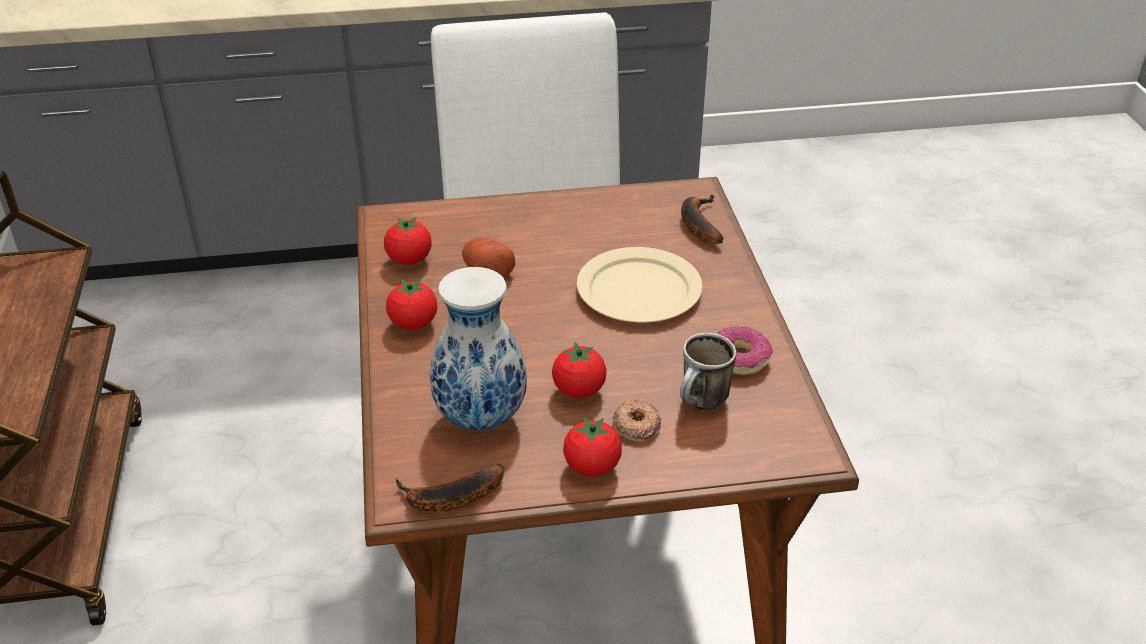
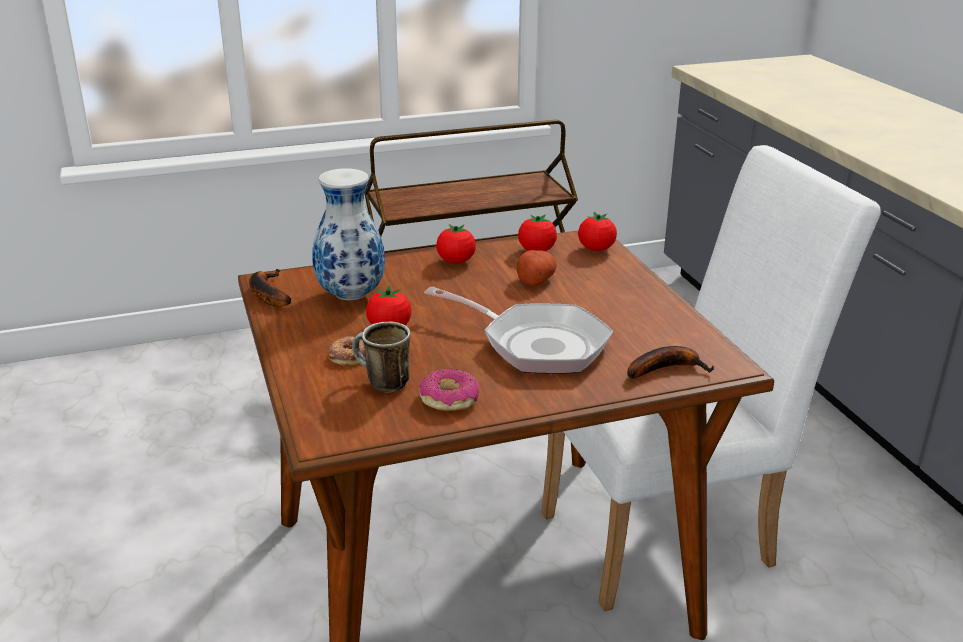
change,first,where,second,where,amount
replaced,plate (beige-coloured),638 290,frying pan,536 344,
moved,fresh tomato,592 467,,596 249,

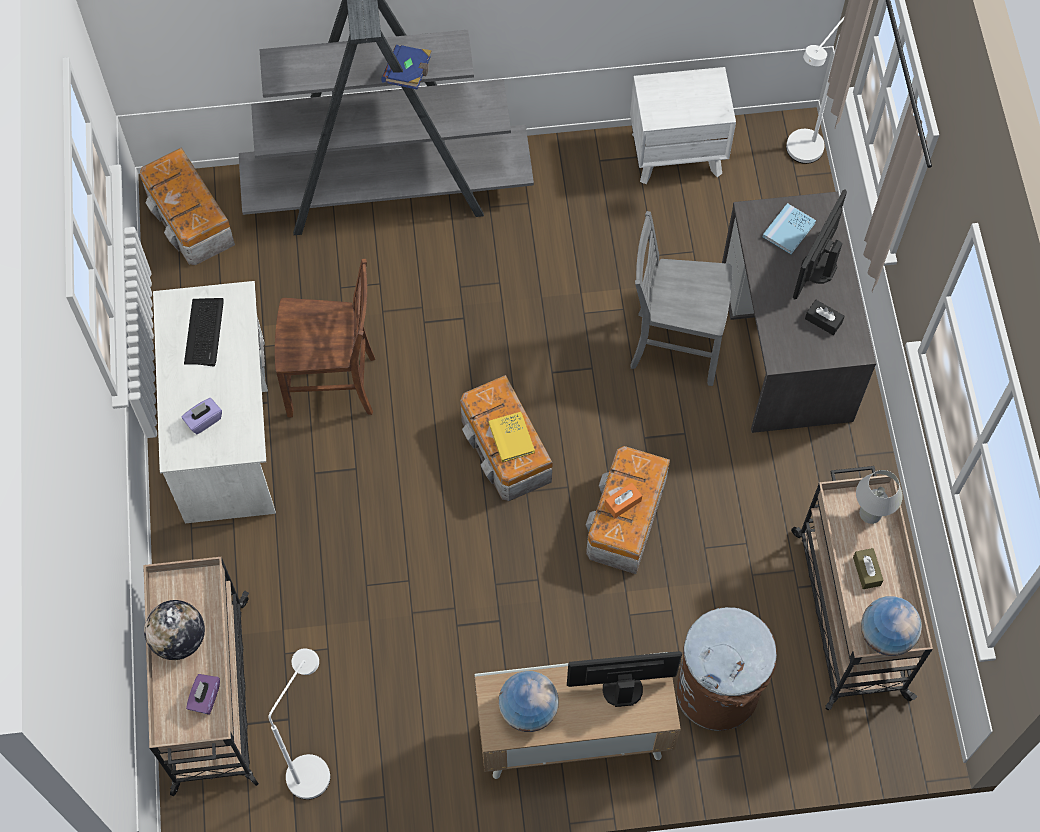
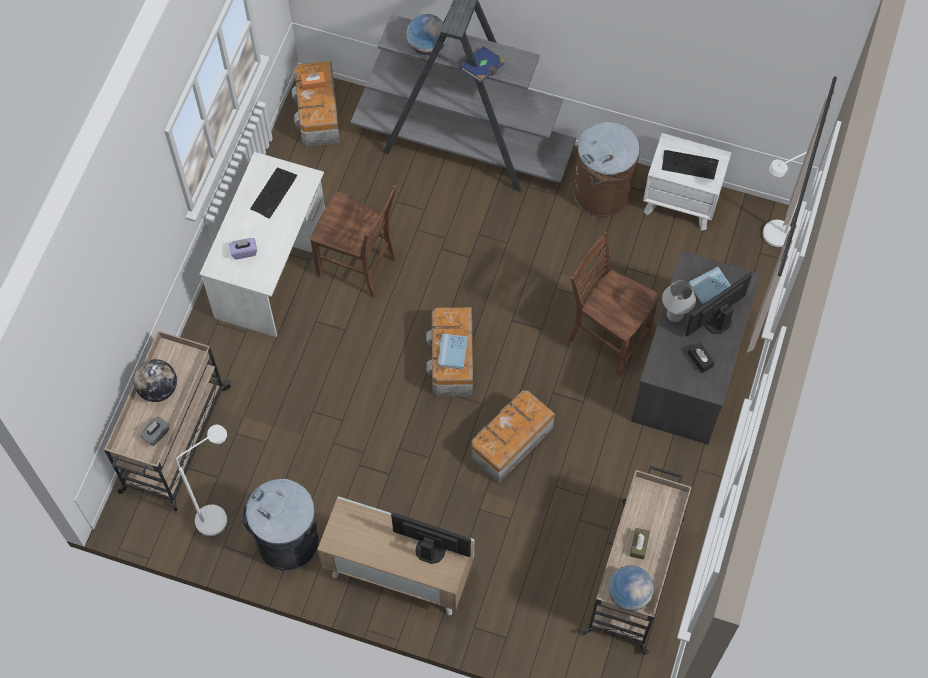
change,first,where,second,where,amount
recoloured,tissue box (purple),205 698,tissue box (grey),156 434,
added,,,trash can (grey),287 542,
moved,tissue box (orangey),623 503,,313 83,
moved,desk globe,528 709,,427 46,
recoloured,book (yellow-coloured),511 438,book (blue-coloured),452 352,
recoloured,plain chair (grey),673 345,plain chair (brown),607 337,
moved,trash can (brown),718 691,,602 193,
added,,,PC keyboard,689 165,
moved,table lamp (whitish),870 514,,674 315,

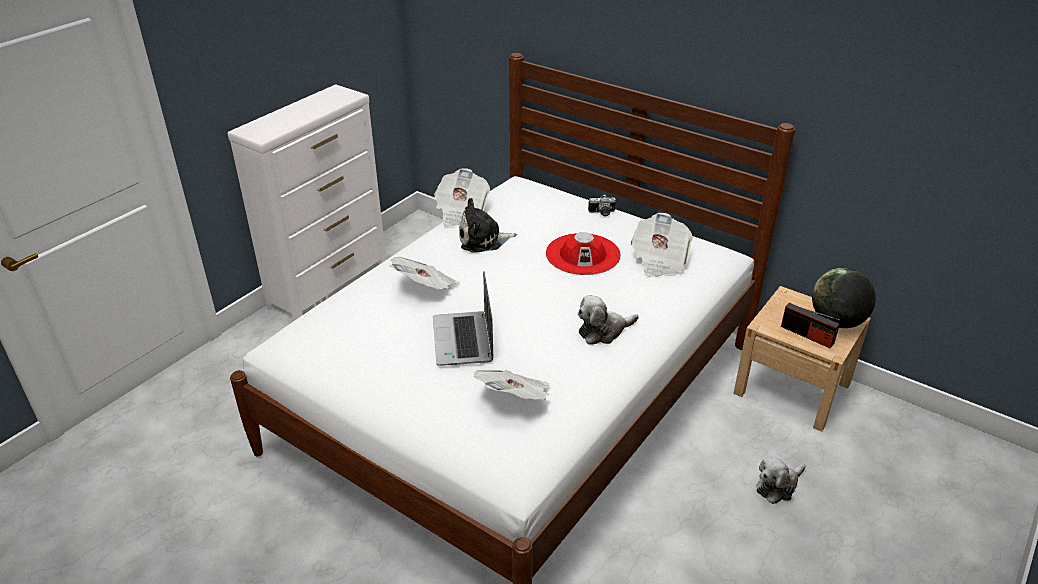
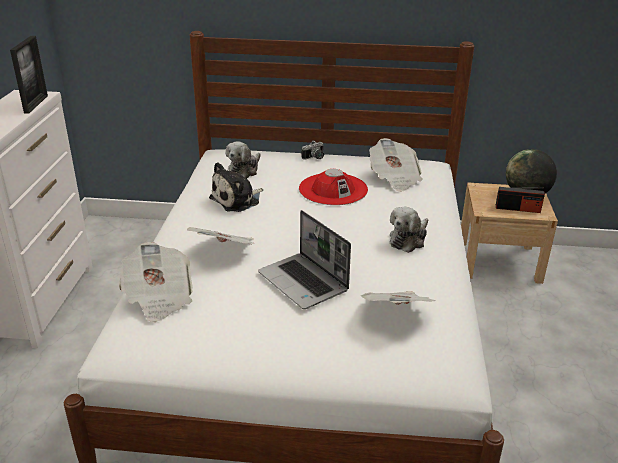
change,first,where,second,where,amount
added,,,picture frame,36 104,
moved,printed paper,461 212,,158 298,
moved,soft toy,778 486,,244 170,

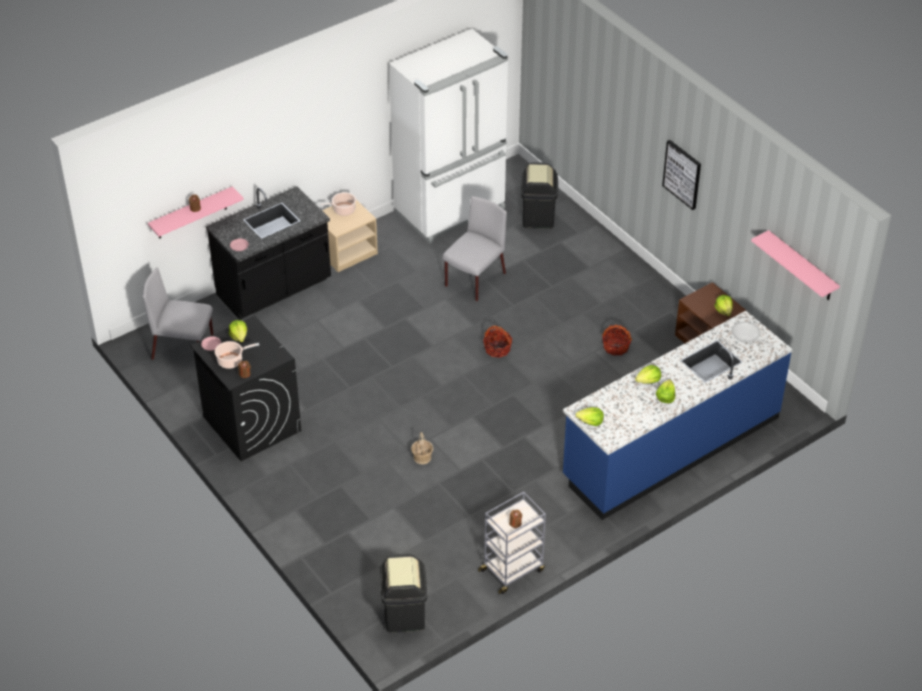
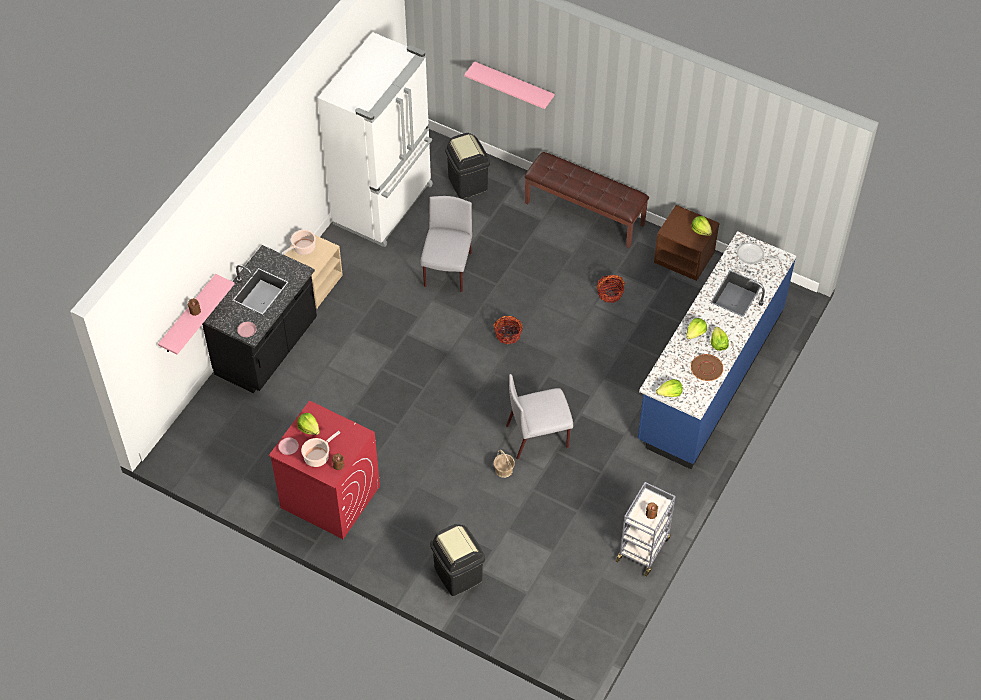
change,first,where,second,where,amount
recoloured,washing machine (black-coloured),251 423,washing machine (red),329 496,
moved,trash can (black-coloured),404 615,,457 574,
moved,bracket shelf (pink-coloured),801 267,,514 85,
moved,plain chair (grey),184 349,,538 436,
added,,,long seat (brown),585 213,
added,,,plate (brown),706 368,
removed,picture,682 174,,,

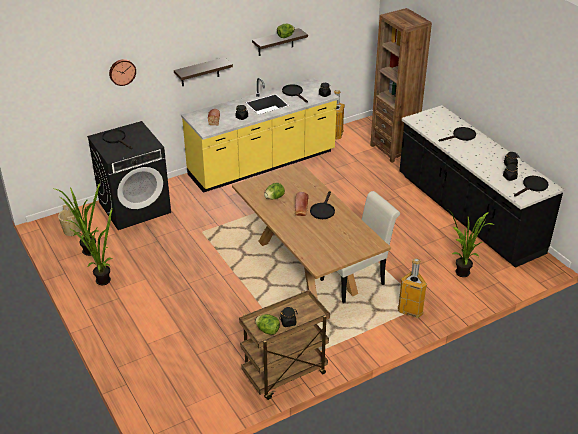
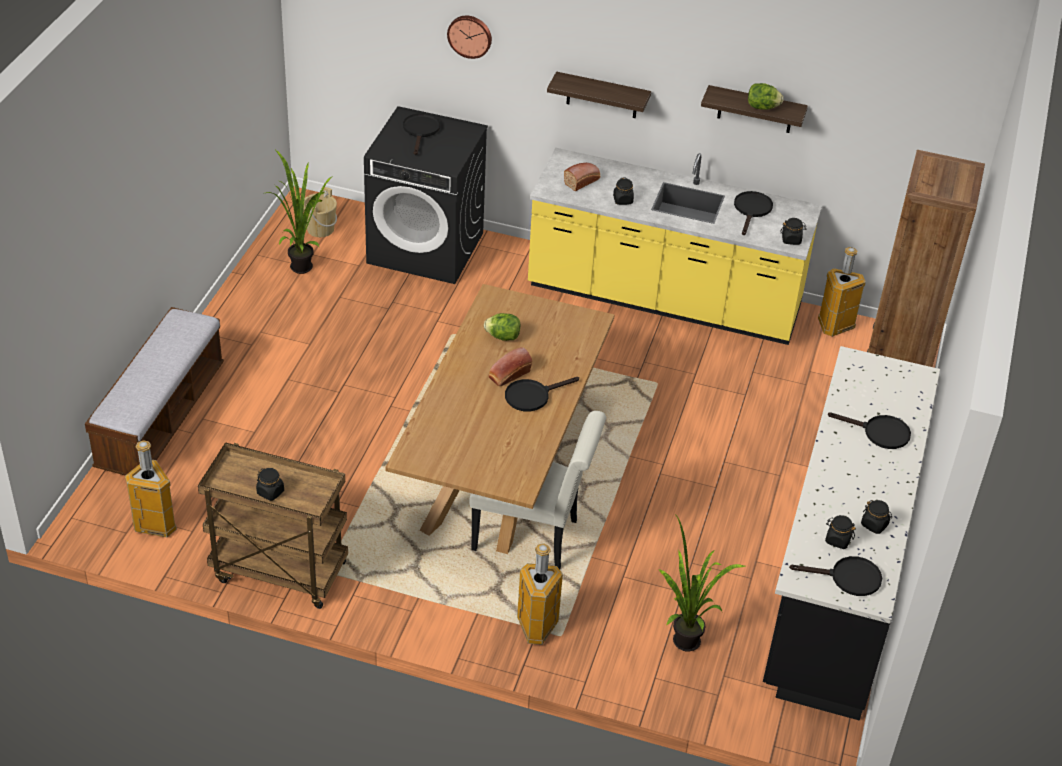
change,first,where,second,where,amount
added,,,long seat,161 417,
added,,,trash can,156 525,
removed,plant in a pot,100 280,,,
removed,lettuce head,267 330,,,

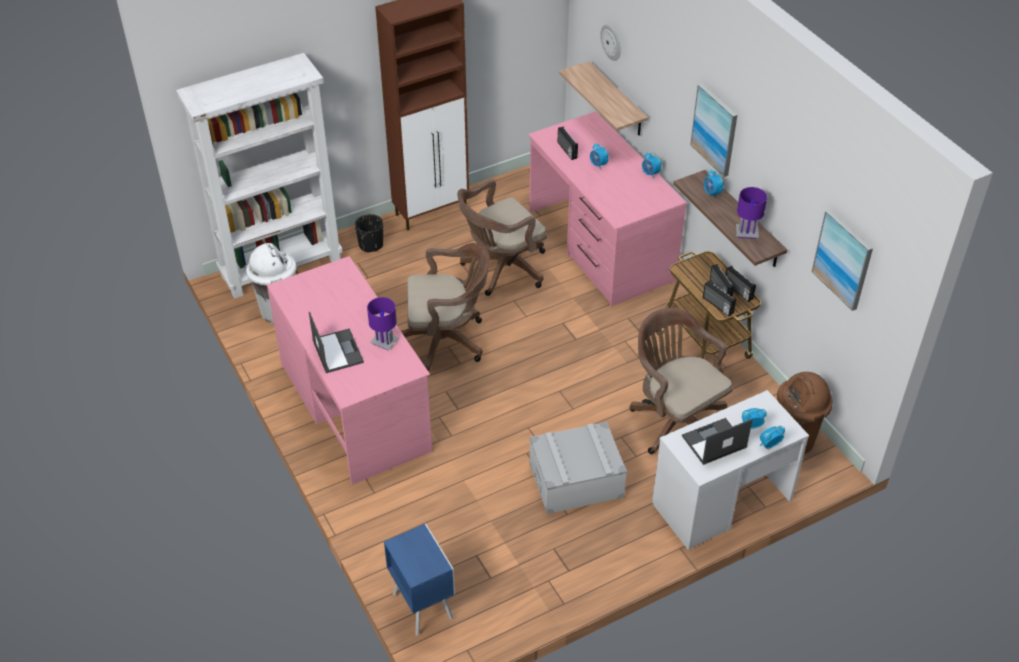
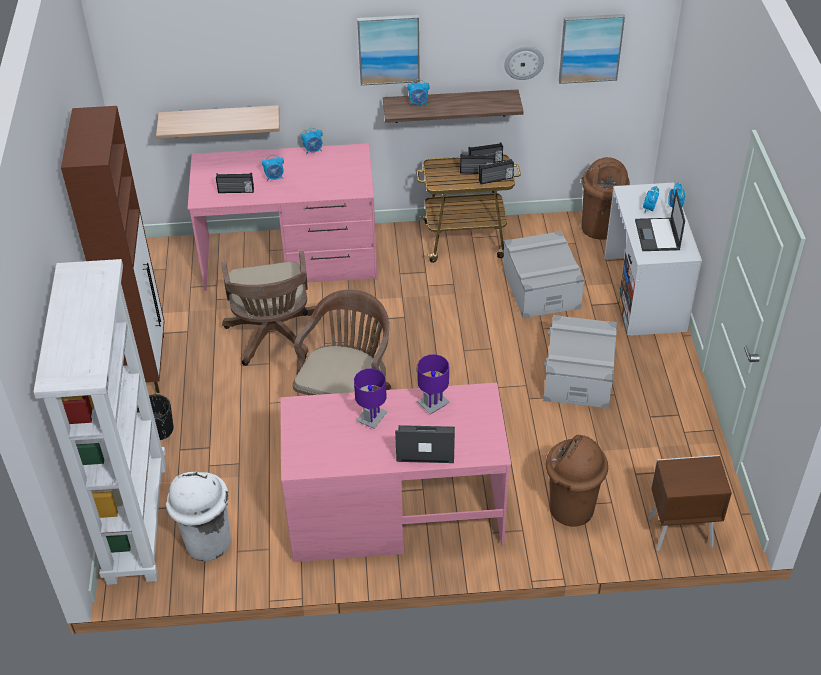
change,first,where,second,where,amount
moved,table lamp (purple),746 233,,371 418,
replaced,desk chair (brown),674 420,storage container (grey),541 288,
moved,wall clock,611 42,,524 62,
added,,,trash can (brown),571 509,
recoloured,bedside table (blue-coloured),423 605,bedside table (brown),678 532,

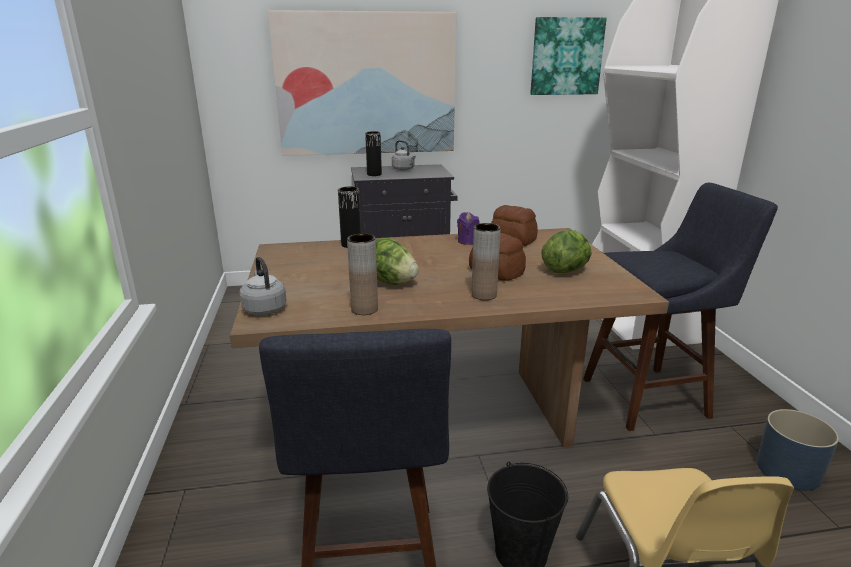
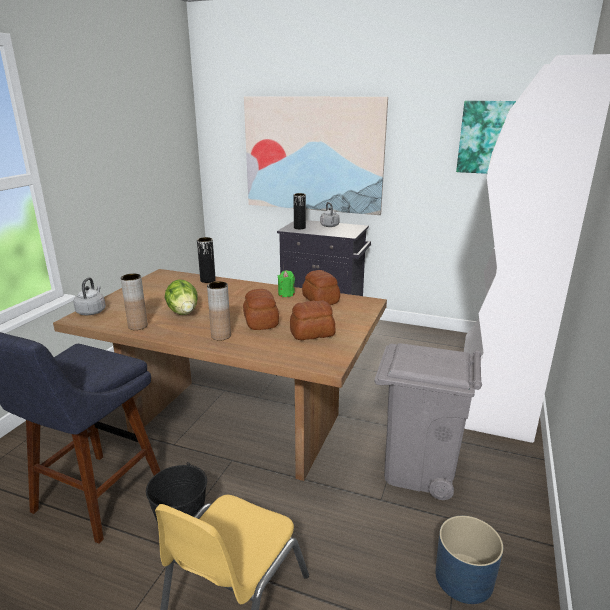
change,first,where,second,where,amount
recoloured,wax candle (purple),467 241,wax candle (green),286 294,
replaced,lettuce head,566 270,bread,311 333,
replaced,stool (blue-coloured),652 396,trash can (grey),418 470,

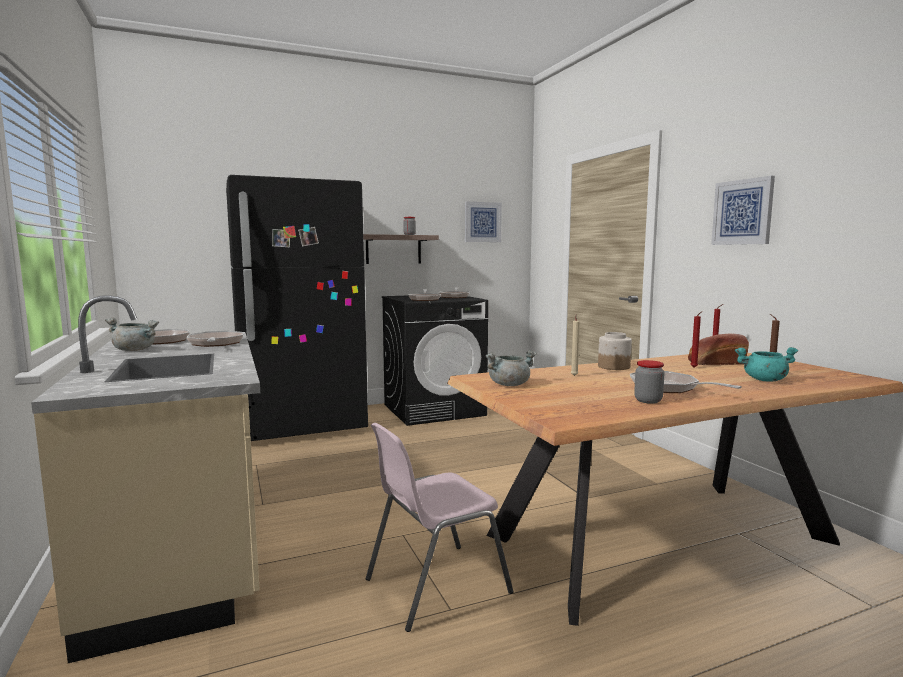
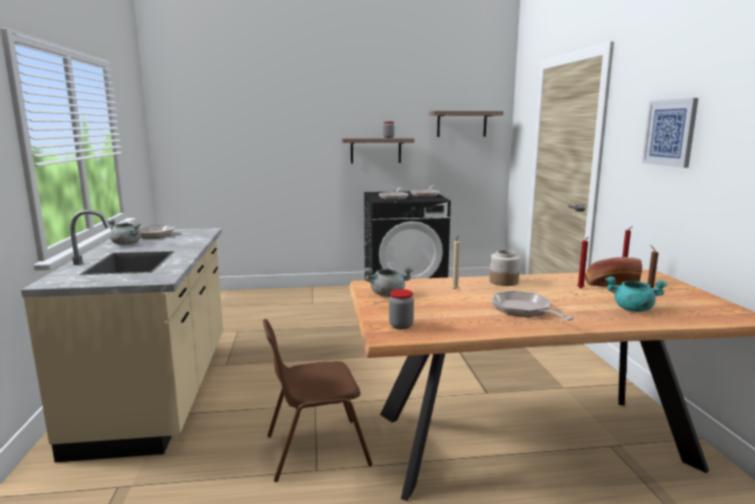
change,first,where,second,where,amount
recoloured,plain chair (pink-coloured),434 585,plain chair (brown),315 449,
moved,jar,648 400,,401 325,
replaced,picture,482 222,bracket shelf,461 124,
removed,frying pan,216 344,,,
removed,kitchen fridge (black-coloured),302 426,,,

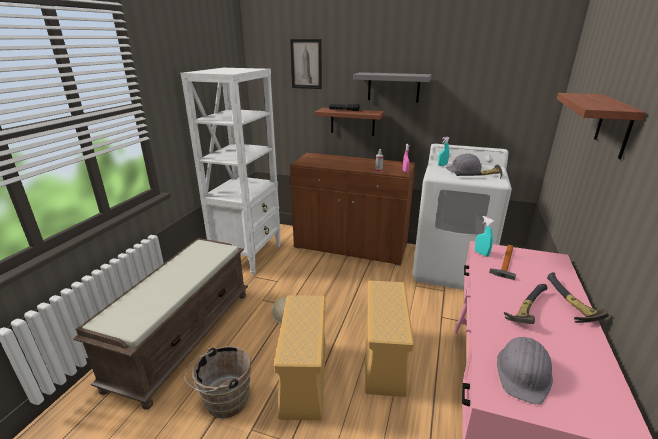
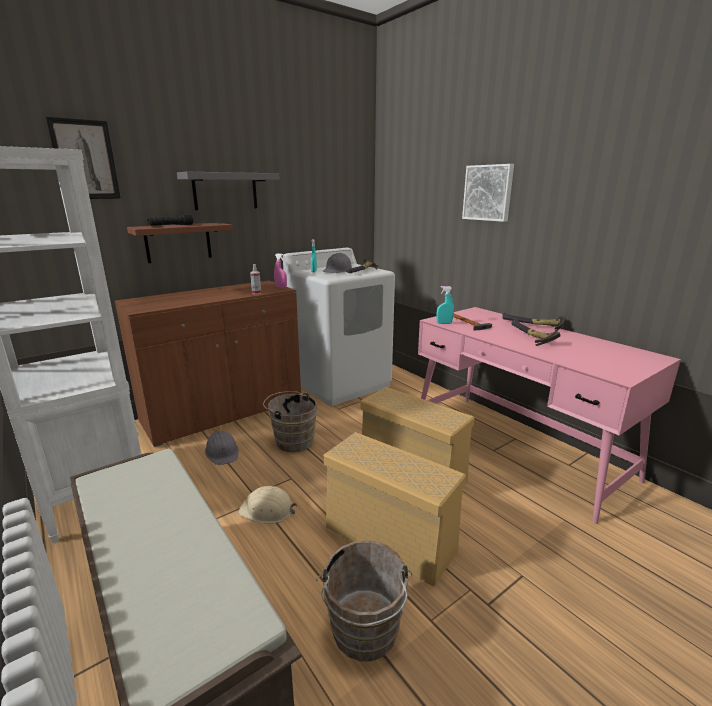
change,first,where,second,where,amount
moved,hard hat (grey),523 373,,222 452,
added,,,pail (brown),292 440,
replaced,bracket shelf,614 125,picture,488 193,

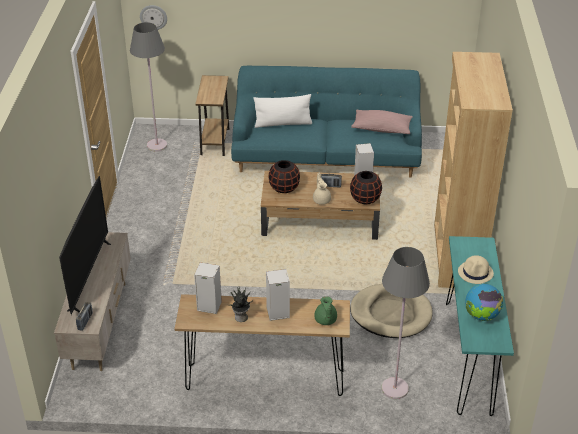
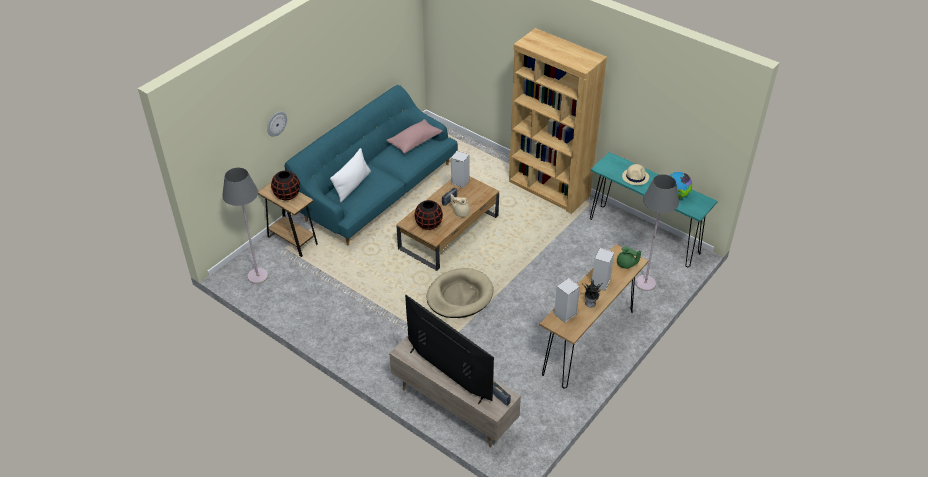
change,first,where,second,where,amount
moved,wall clock,153 17,,276 123,
moved,flower vase (black-coloured),365 199,,287 195,
moved,dog cushion (beige-coloured),391 314,,459 296,

